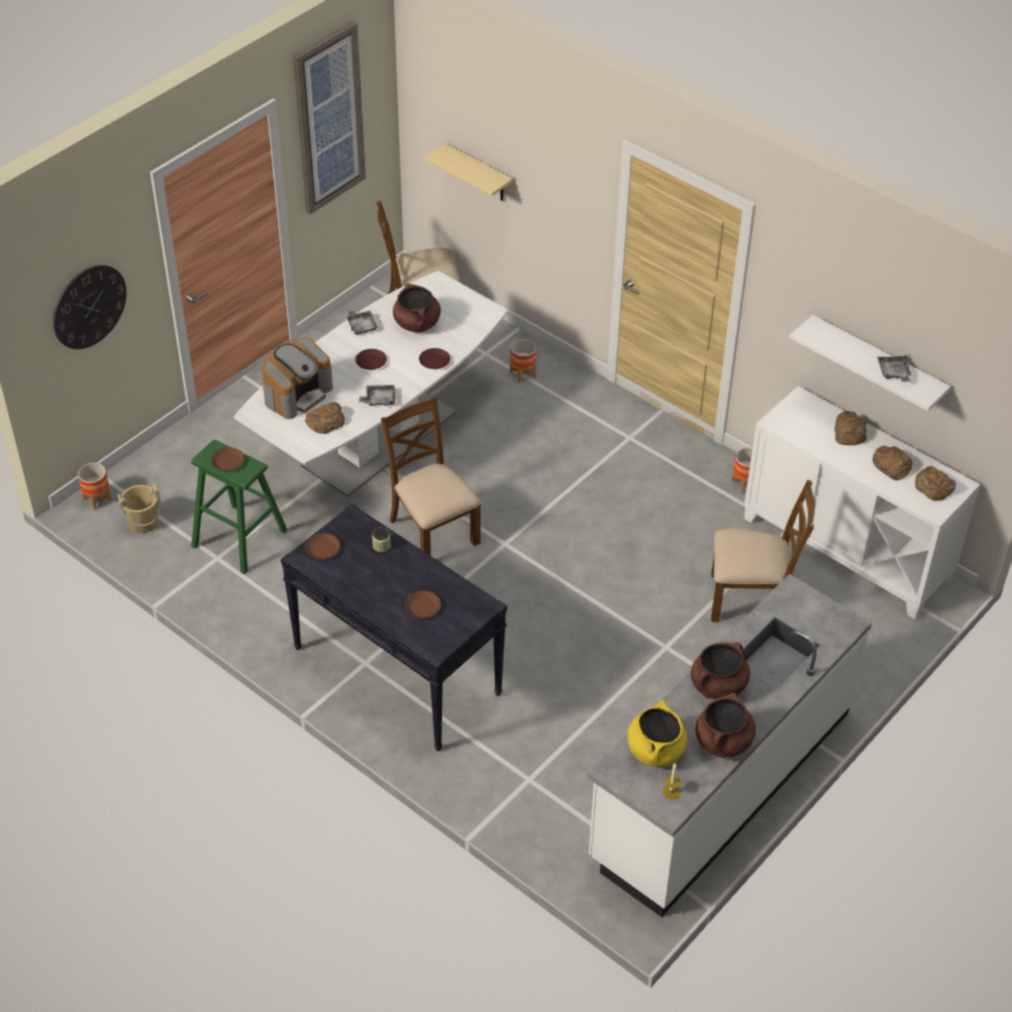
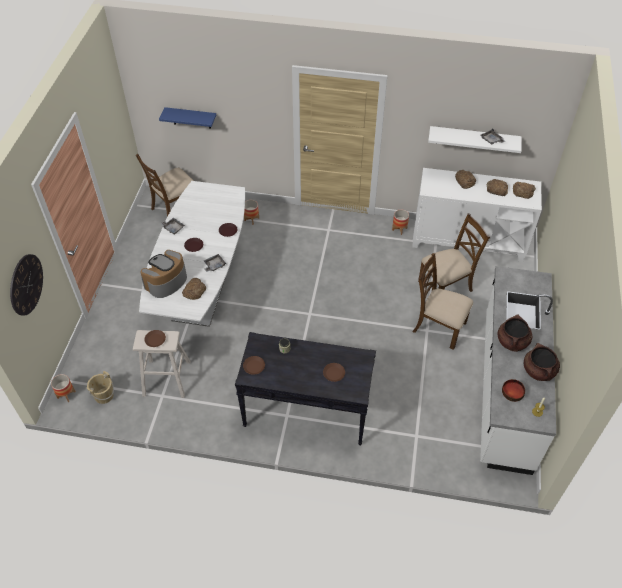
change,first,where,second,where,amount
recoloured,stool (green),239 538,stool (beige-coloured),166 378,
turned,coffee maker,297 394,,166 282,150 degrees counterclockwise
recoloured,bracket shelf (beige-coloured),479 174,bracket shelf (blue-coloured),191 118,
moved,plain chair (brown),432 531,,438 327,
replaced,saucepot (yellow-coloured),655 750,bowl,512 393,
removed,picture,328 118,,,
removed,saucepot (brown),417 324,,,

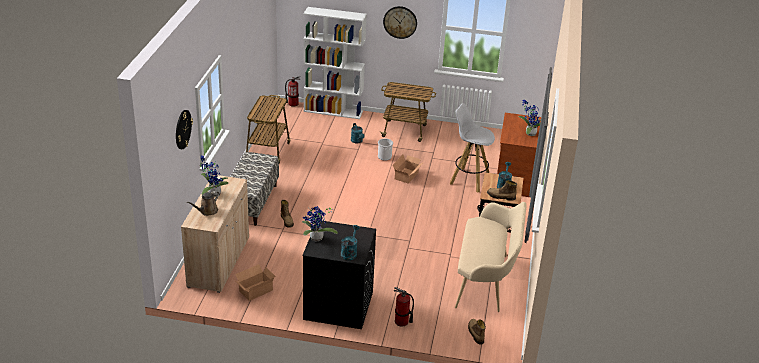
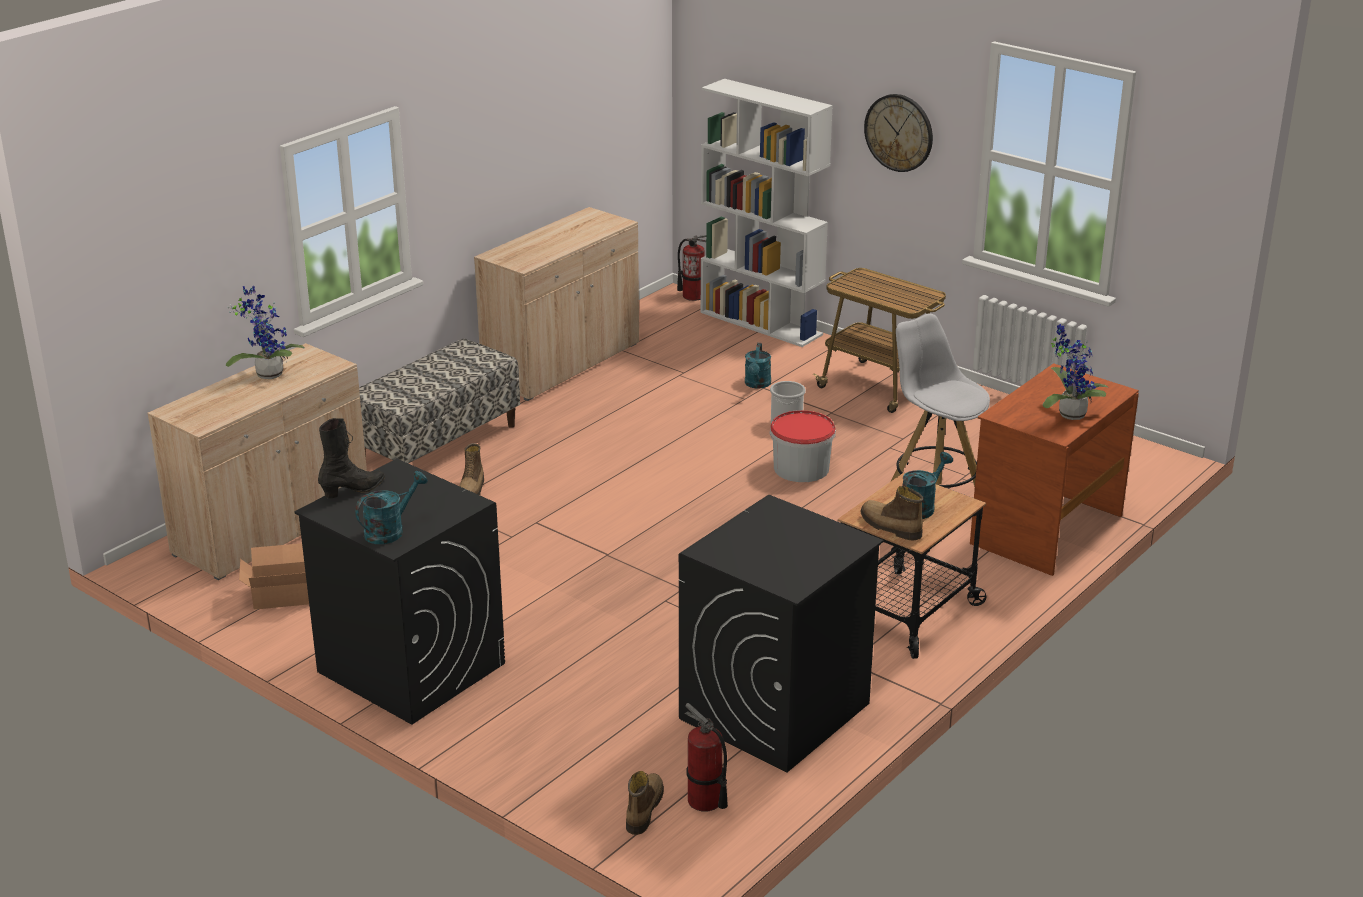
change,first,where,second,where,amount
replaced,plant in a pot,316 239,boot (black-coloured),353 490,
replaced,wheeled cart,268 150,cabinet (beige-coloured),562 363,
replaced,long seat (beige-coloured),486 281,washing machine (black-coloured),774 711,
moved,fire-fighting cylinder,401 322,,704 801,
replaced,carton,407 175,pail,801 468,
removed,wall clock,183 129,,,
removed,watering pot (brown),207 211,,,

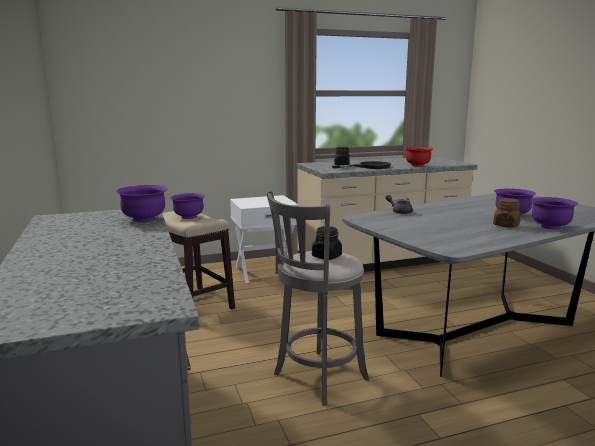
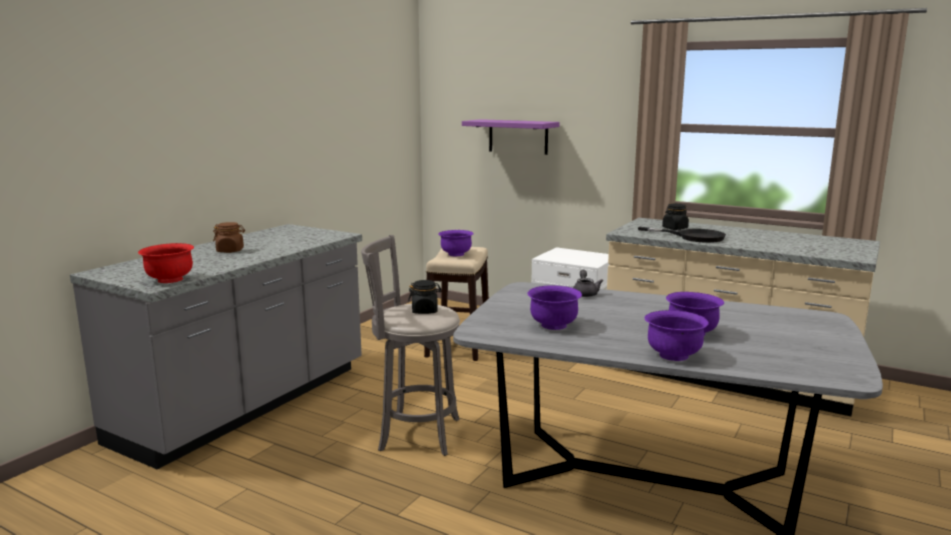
change,first,where,second,where,amount
moved,bowl (red),417 165,,169 280,
moved,jar (brown),506 225,,230 251,
added,,,bracket shelf (purple),518 136,
moved,bowl (purple),144 219,,553 325,

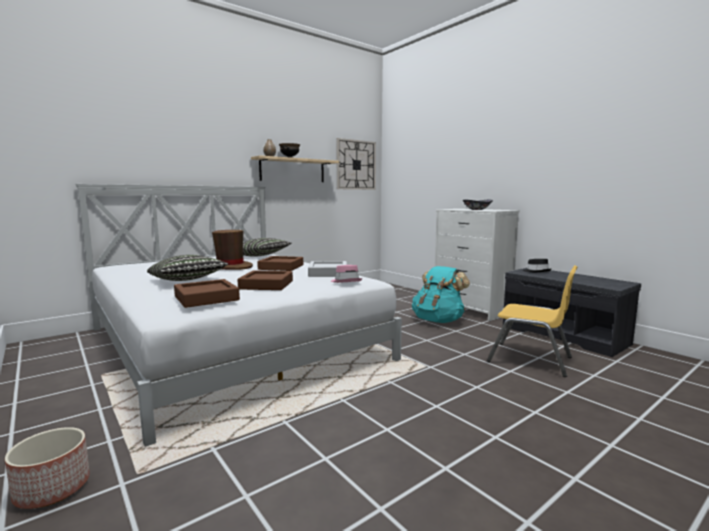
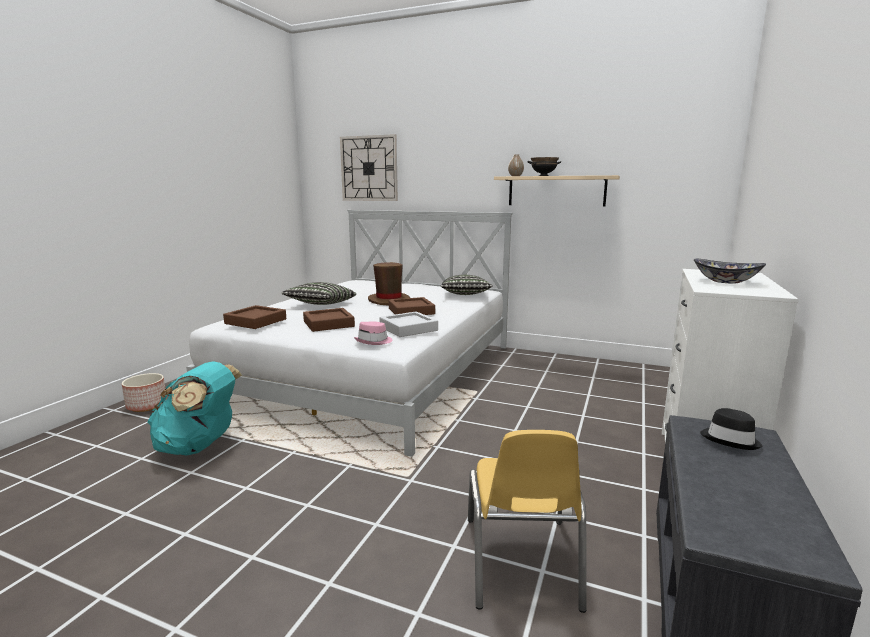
change,first,where,second,where,amount
moved,knapsack (turquoise-coloured),438 321,,199 446,
moved,wall clock,356 165,,369 168,

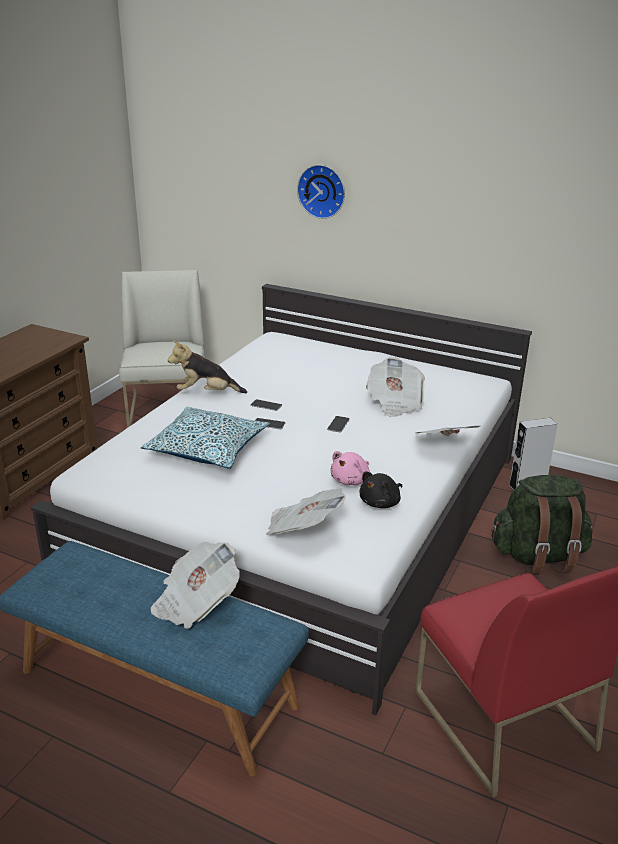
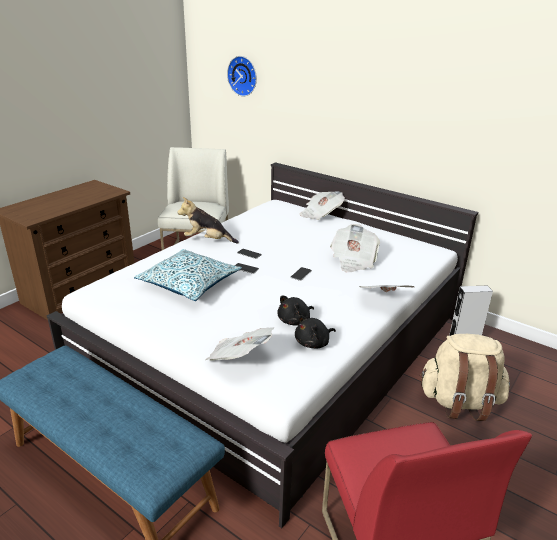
change,first,where,second,where,amount
moved,wall clock,322 191,,243 76,
recoloured,soft toy (pink-coloured),351 480,soft toy (black-coloured),295 321,
moved,printed paper,195 602,,321 214,
recoloured,knapsack (green),538 556,knapsack (beige-coloured),460 402,

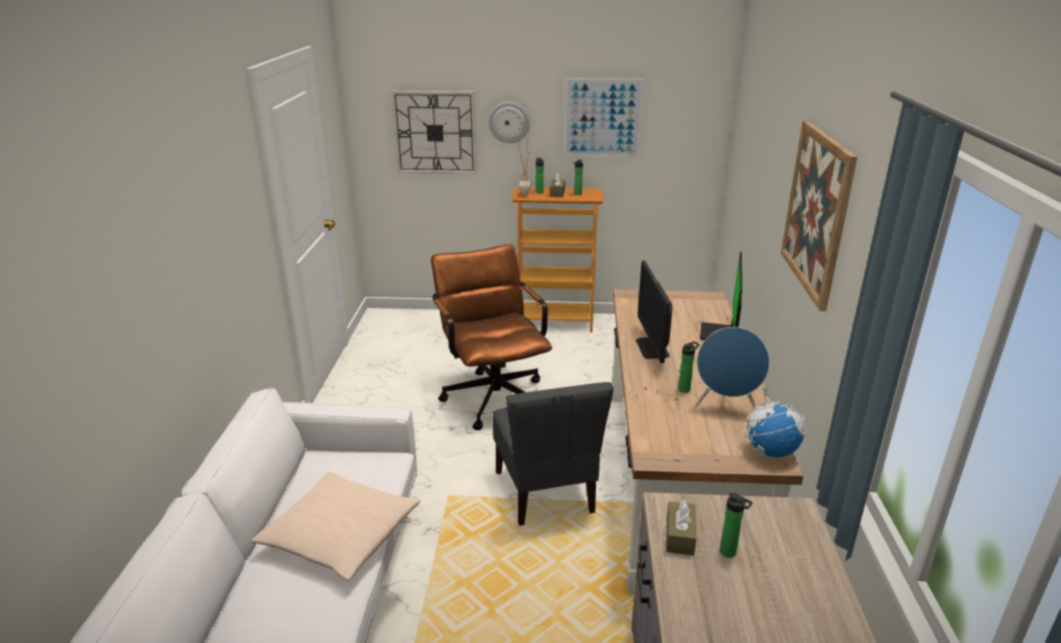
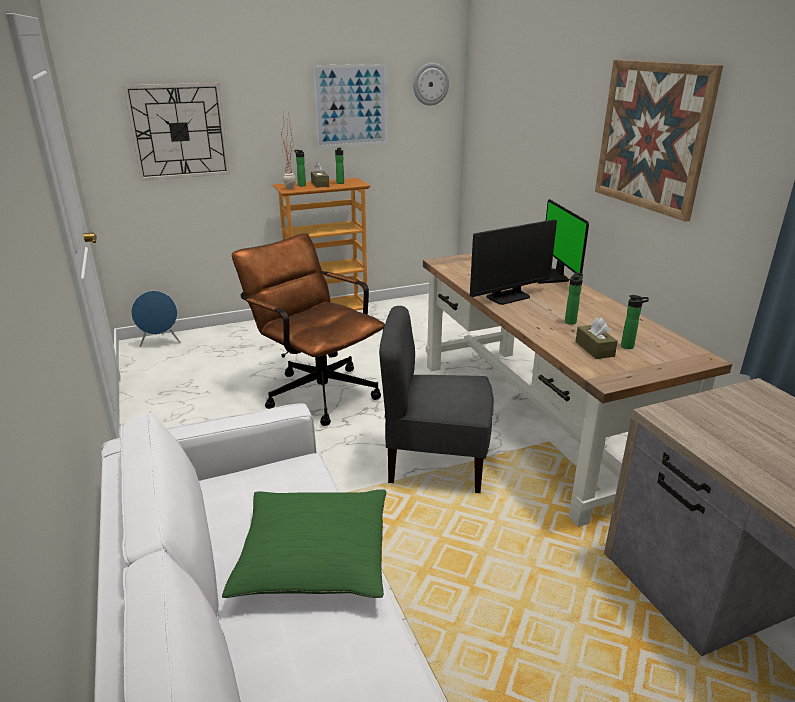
change,first,where,second,where,amount
moved,audio speaker (blue-coloured),726 407,,161 343,
recoloured,cushion (beige-coloured),340 536,cushion (green),313 557,
turned,plain chair (grey),546 492,,435 462,135 degrees clockwise
moved,wall clock,509 122,,430 84,
turned,computer display,652 348,,508 297,90 degrees counterclockwise
moved,tissue box (brown),679 536,,594 349,
moved,drink bottle,730 553,,629 346,
removed,desk globe,770 451,,,

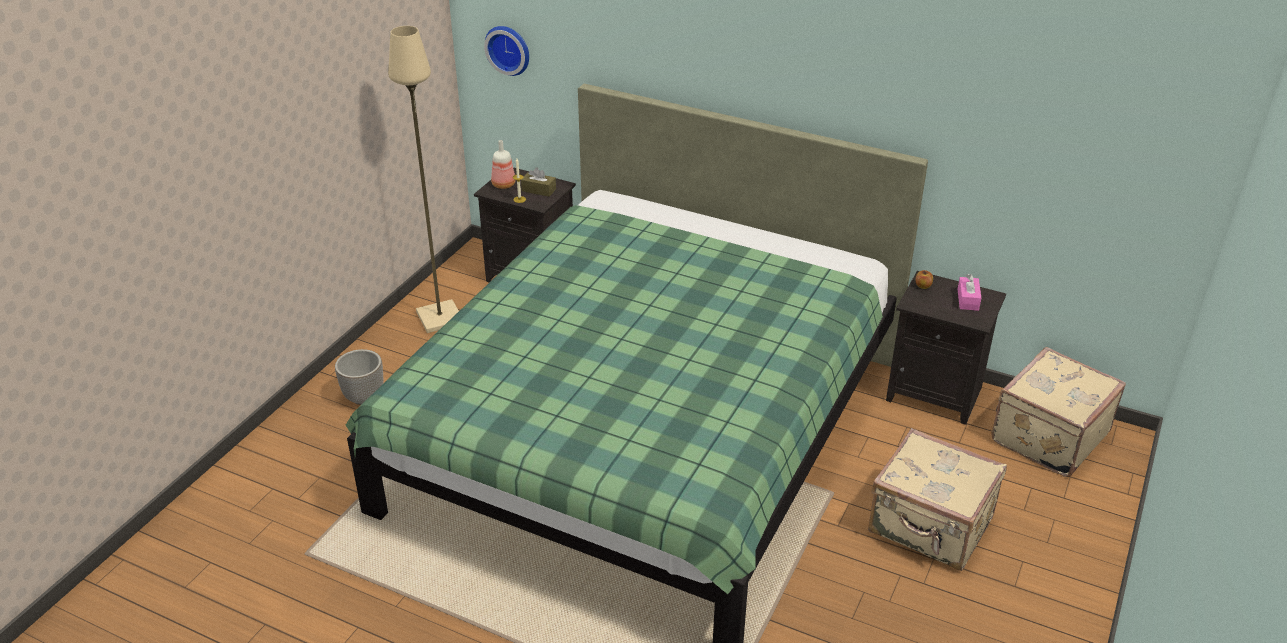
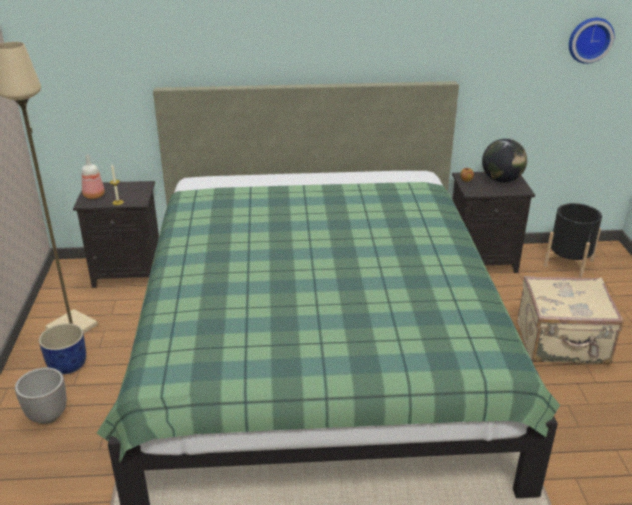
change,first,where,second,where,amount
added,,,plant pot (blue-coloured),67 365,
replaced,tissue box (pink-coloured),968 299,desk globe,501 180,
replaced,suitcase (beige-coloured),1047 436,plant pot (black-coloured),568 263,
moved,wall clock,509 49,,589 39,
removed,tissue box (brown),538 190,,,

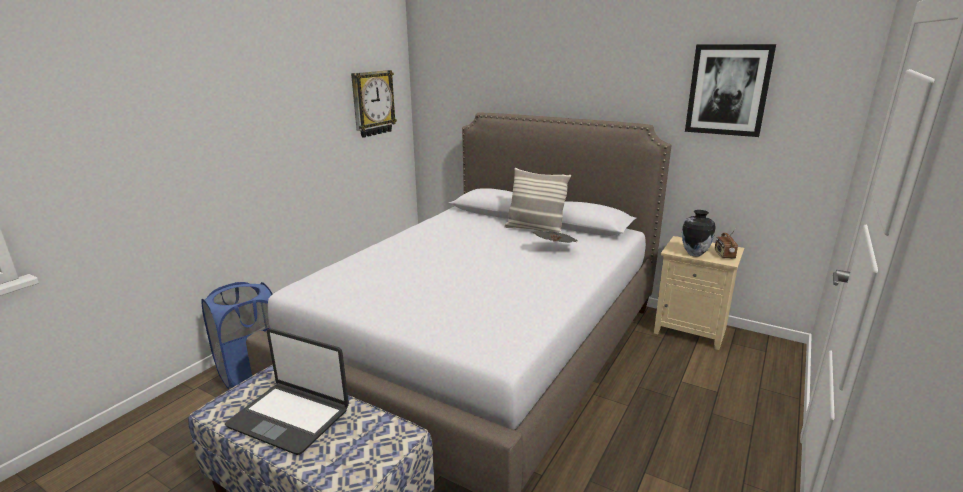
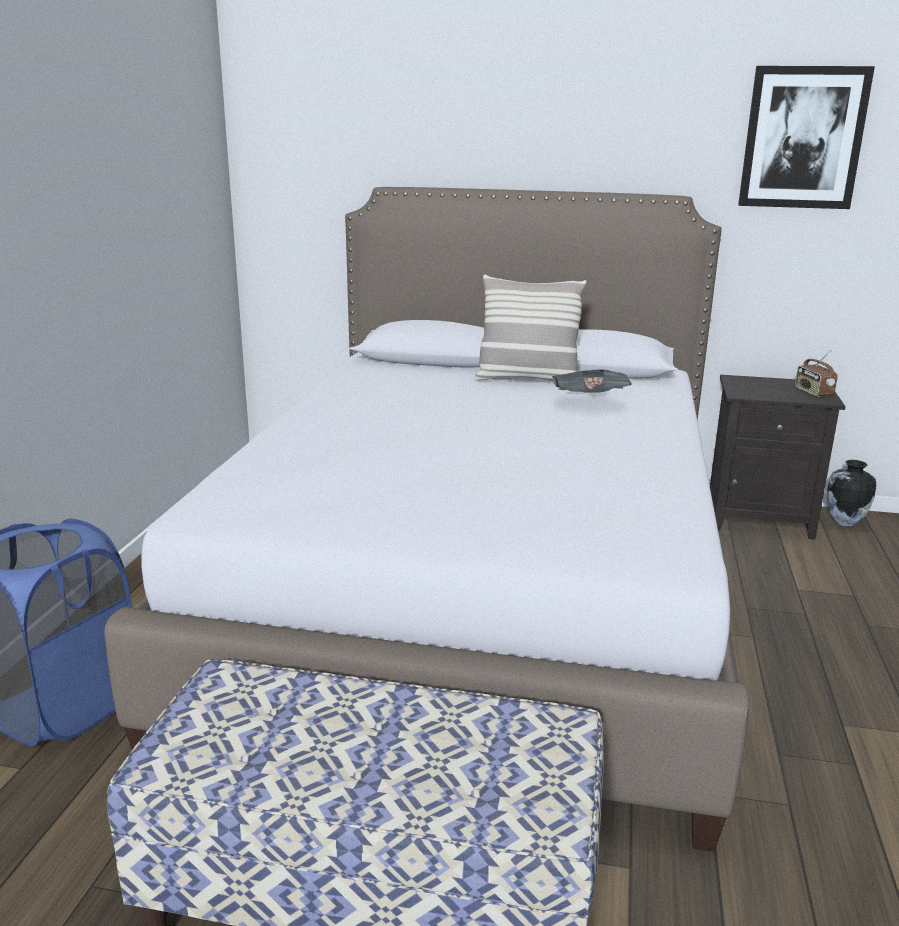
change,first,where,second,where,amount
recoloured,bedside table (beige-coloured),691 330,bedside table (black-coloured),760 518,
moved,flower vase,694 254,,844 522,
removed,laptop,290 417,,,
removed,wall clock,372 103,,,

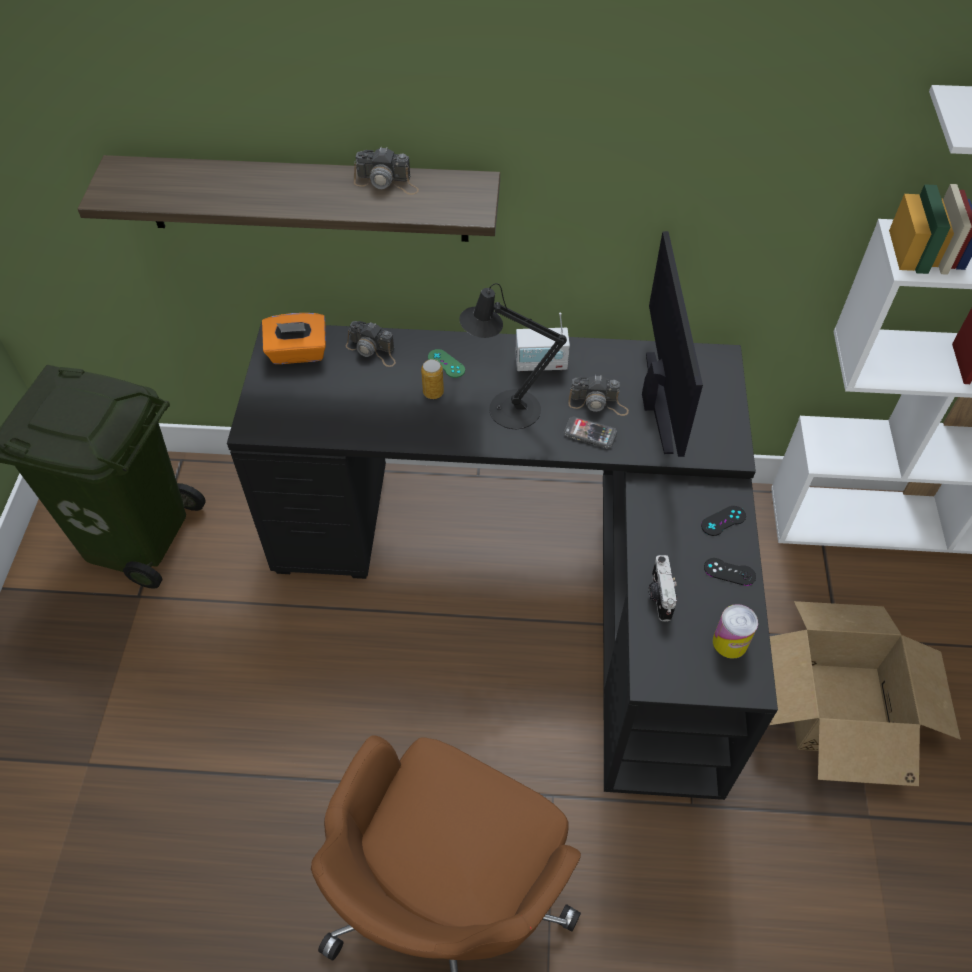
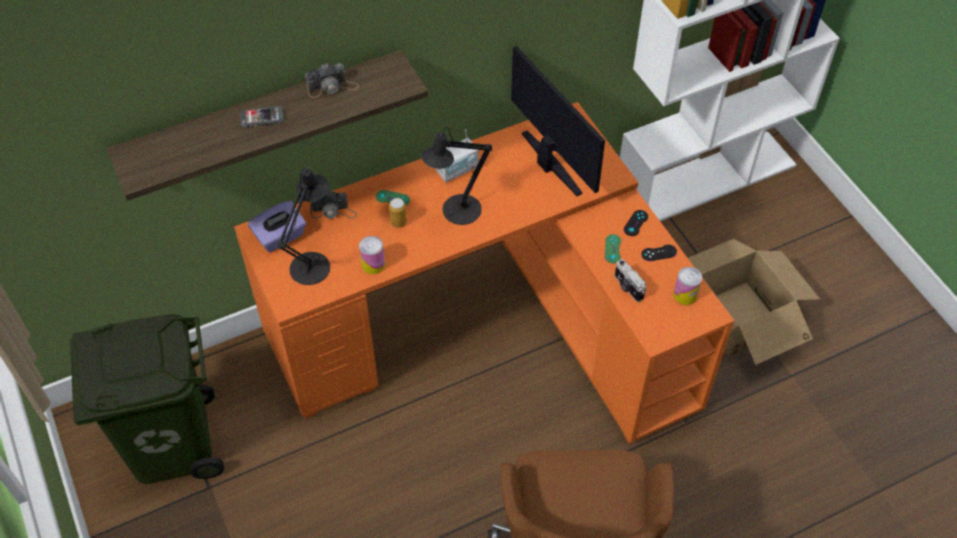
change,first,where,second,where,amount
recoloured,desk table (black-coloured),534 571,desk table (orangey),491 325,
moved,handset,590 433,,262 118,
recoloured,tissue box (orangey),298 353,tissue box (purple),280 237,
added,,,table lamp (black-coloured),313 263,
added,,,metal can,373 264,
added,,,game controller (green),613 249,
removed,photo camera,598 403,,,

